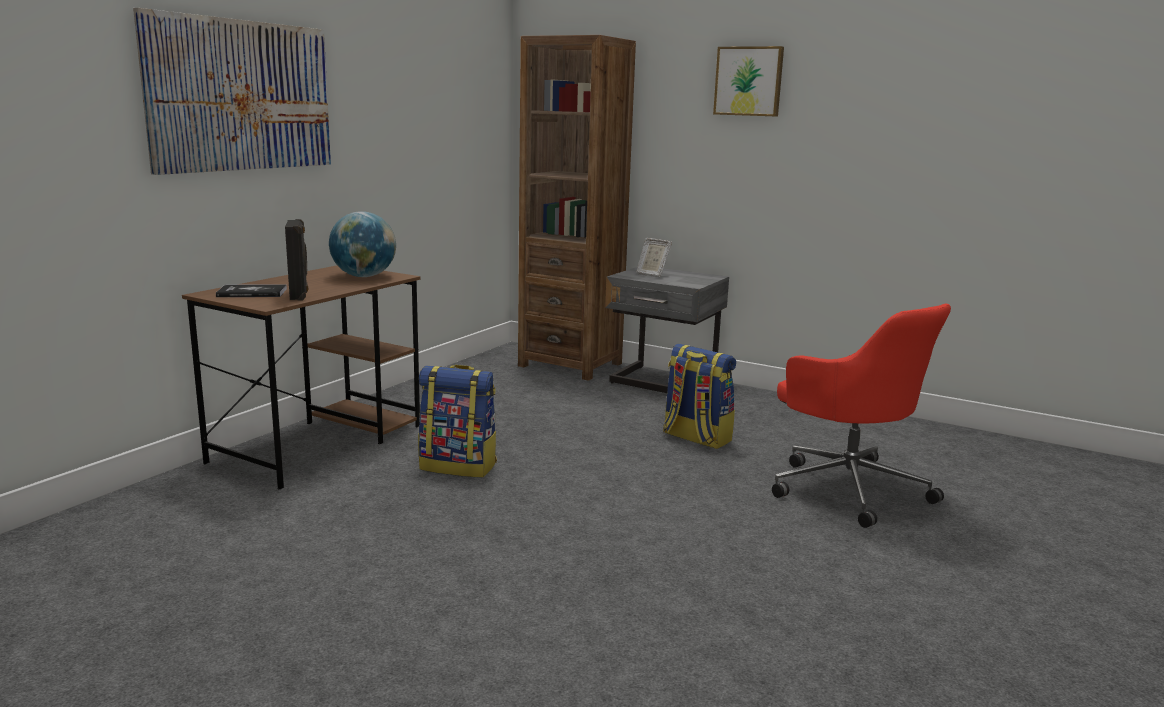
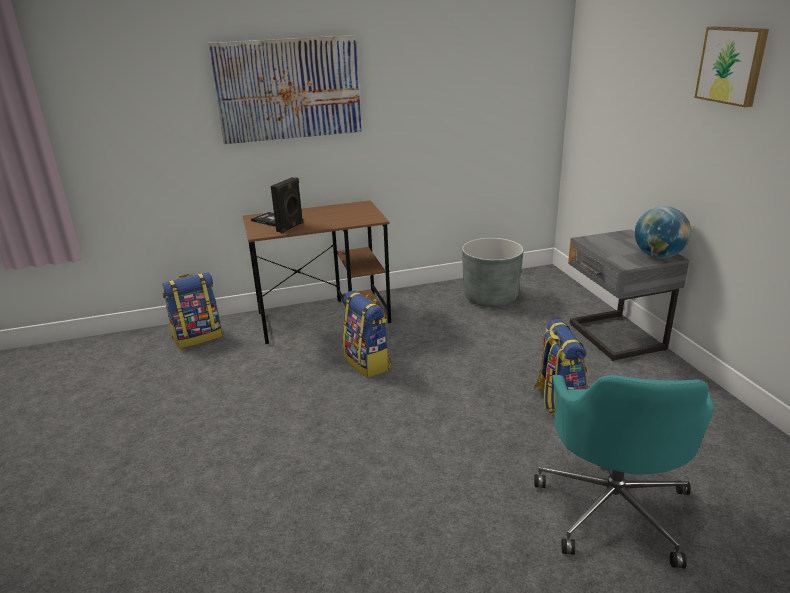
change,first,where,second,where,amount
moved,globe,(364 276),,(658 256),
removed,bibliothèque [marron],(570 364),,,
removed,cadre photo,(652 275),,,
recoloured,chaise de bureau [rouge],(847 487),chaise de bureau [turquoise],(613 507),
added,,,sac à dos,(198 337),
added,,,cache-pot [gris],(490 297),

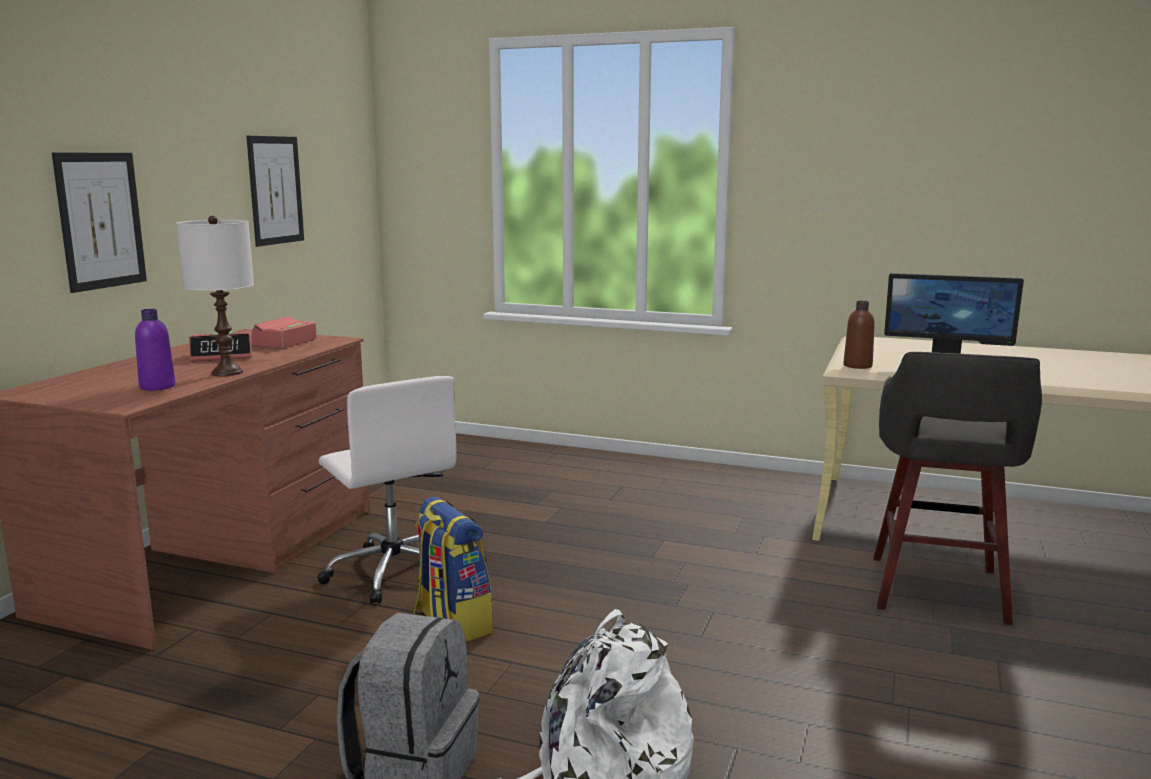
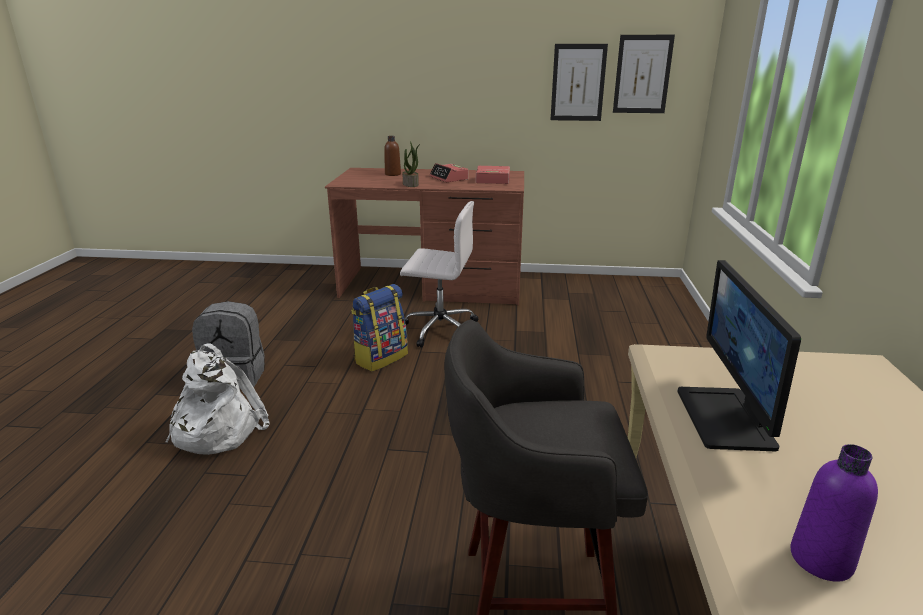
change,first,where,second,where,amount
moved,tableau,(101 220),,(642 74),
moved,bouteille [violet],(157 387),,(821 559),
replaced,lampe de table [blanc],(227 372),plante en pot,(411 184),
turned,chaise de bureau [blanc],(393 571),,(439 329),120 degrees counterclockwise
moved,bouteille [marron],(857 366),,(393 174),

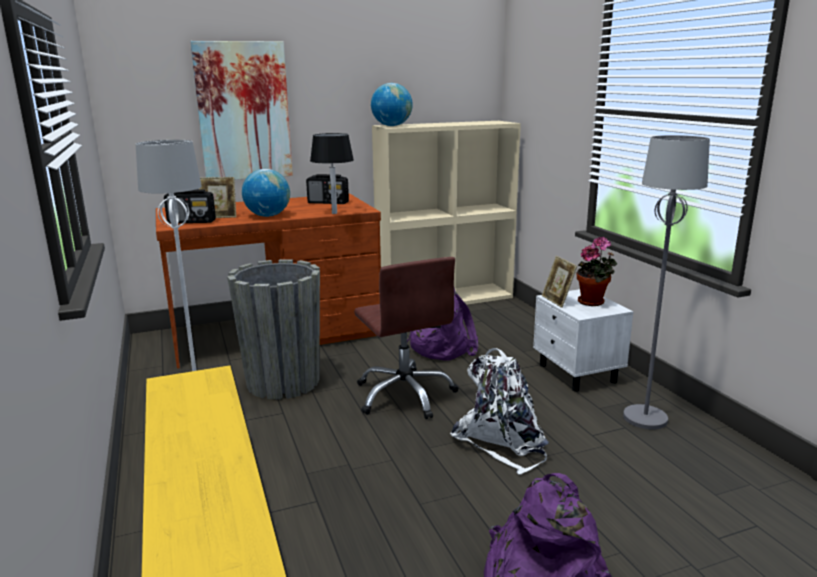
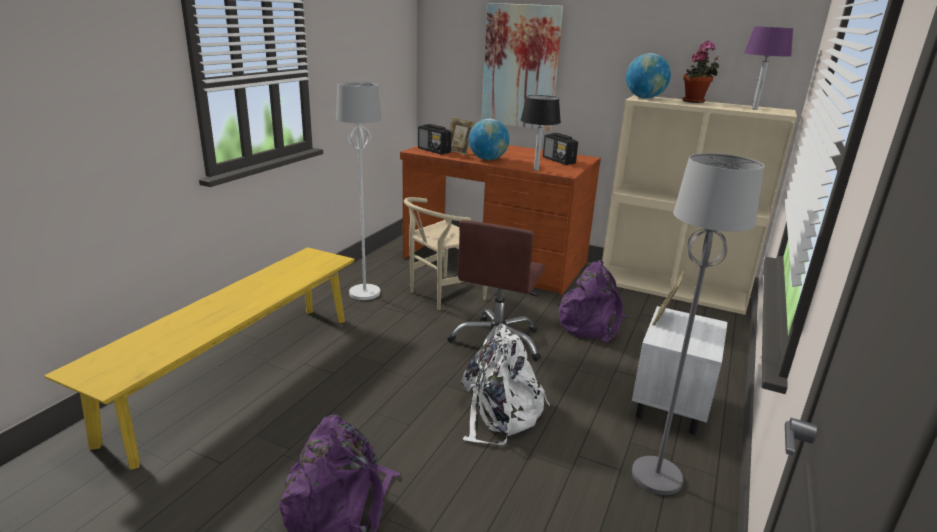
change,first,where,second,where,amount
replaced,cache-pot [gris],(283 382),chaise [beige],(440 295),
moved,plante en pot,(593 302),,(695 101),
added,,,lampe de table [violet],(754 109),

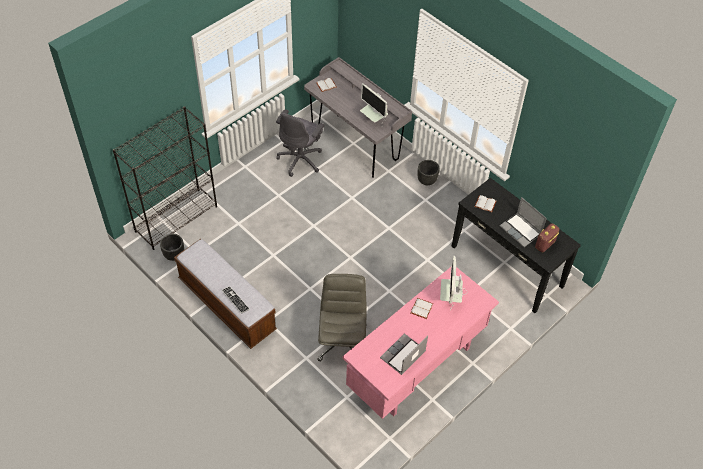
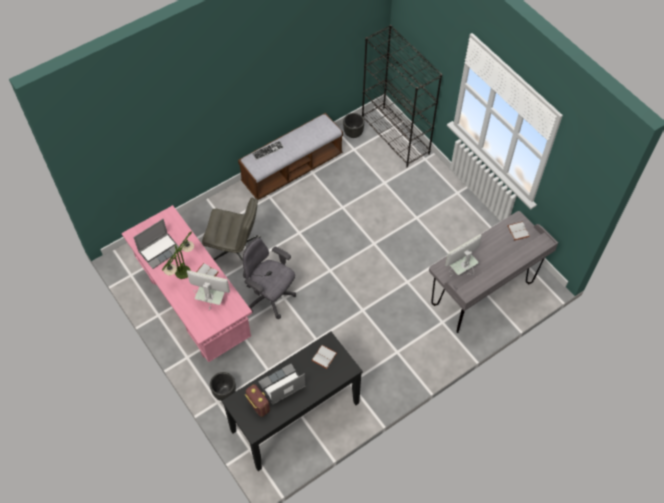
change,first,where,second,where,amount
moved,chaise de bureau [gris],(301 160),,(270 298),
turned,ordinateur portable,(403 355),,(160 250),90 degrees clockwise
moved,cache-pot [noir],(427 181),,(224 393),
added,,,lampe de table,(183 272),

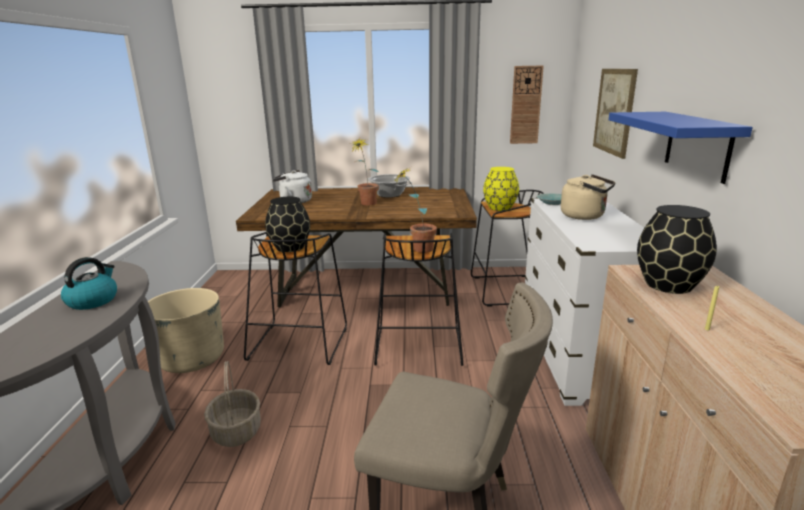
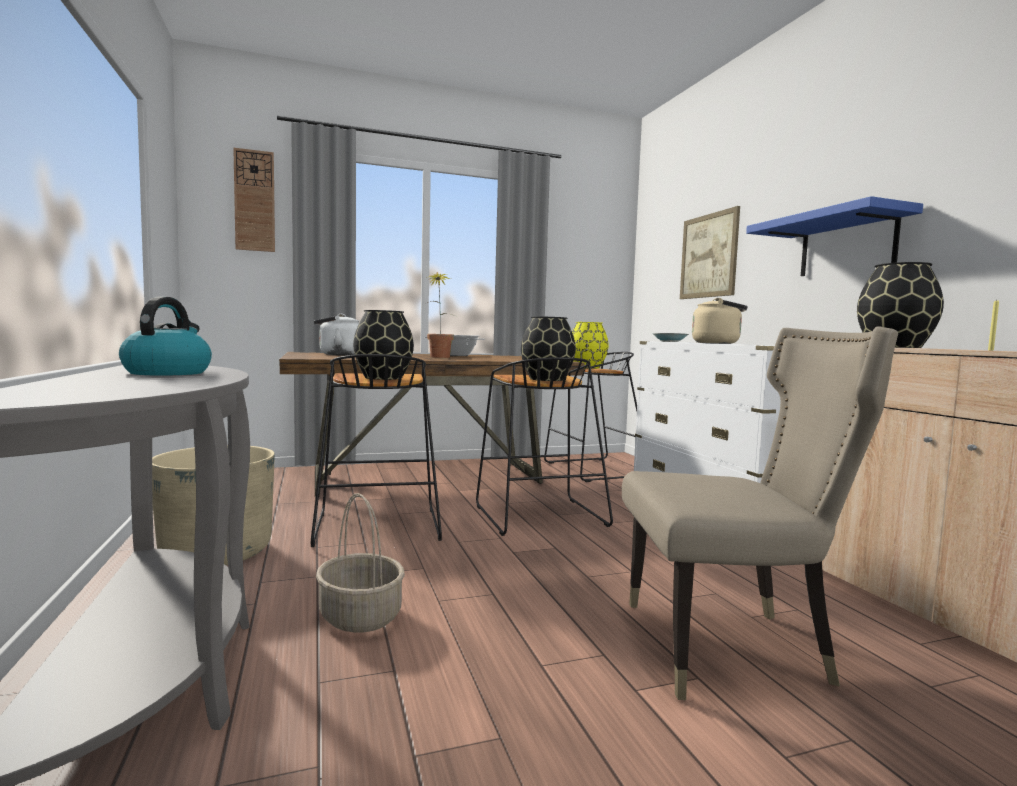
change,first,where,second,where,amount
replaced,plante en pot,(417 249),vase [noir],(547 379),
moved,horloge murale,(526 105),,(254 201),

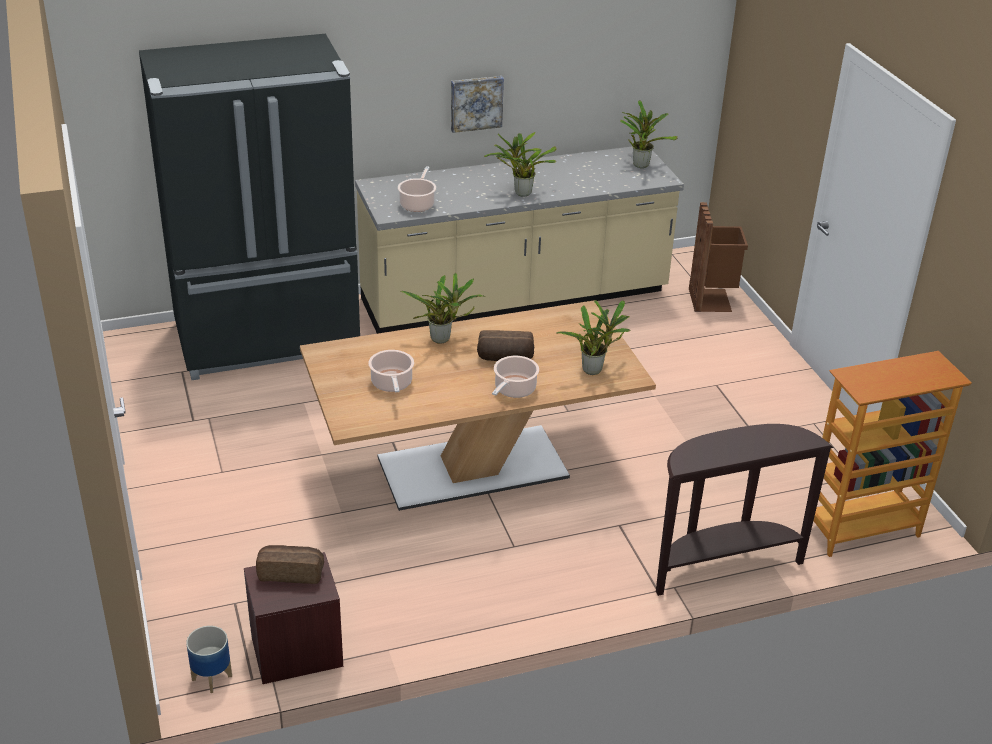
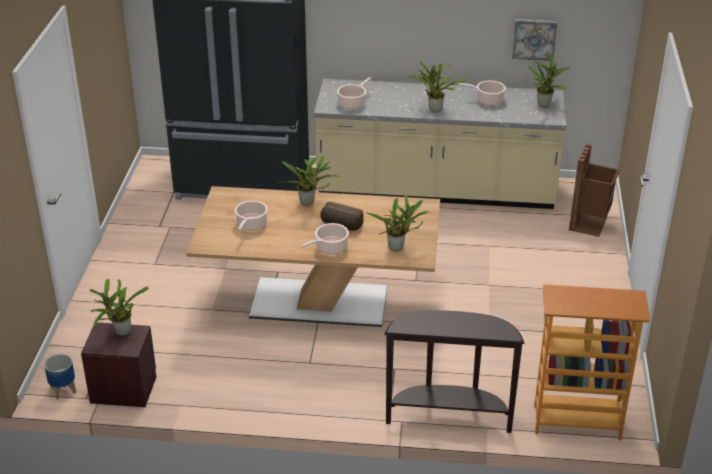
change,first,where,second,where,amount
replaced,pain,(291 572),plante en pot,(120 332),
moved,tableau,(476 103),,(534 39),
added,,,marmite,(487 100),

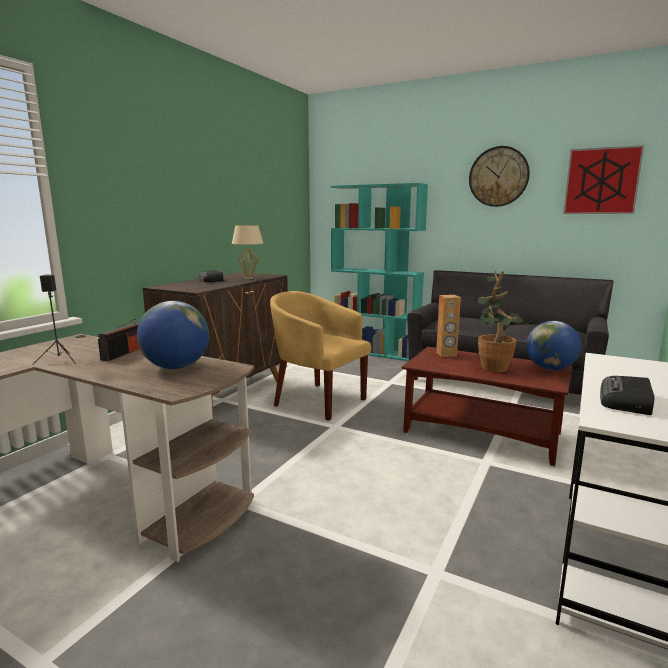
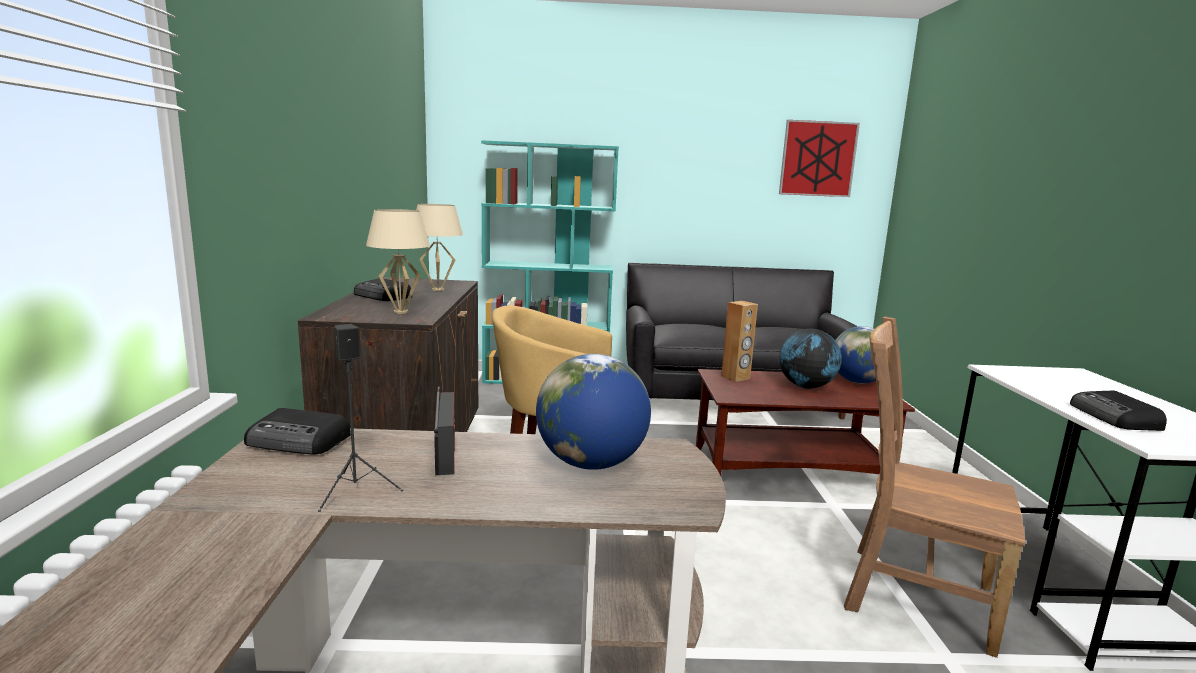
change,first,where,second,where,amount
removed,horloge murale,(498 176),,,
replaced,plante en pot,(494 366),globe,(806 387),
added,,,radio,(299 441),
added,,,lampe de table [beige],(401 312),
added,,,chaise [marron],(911 594),

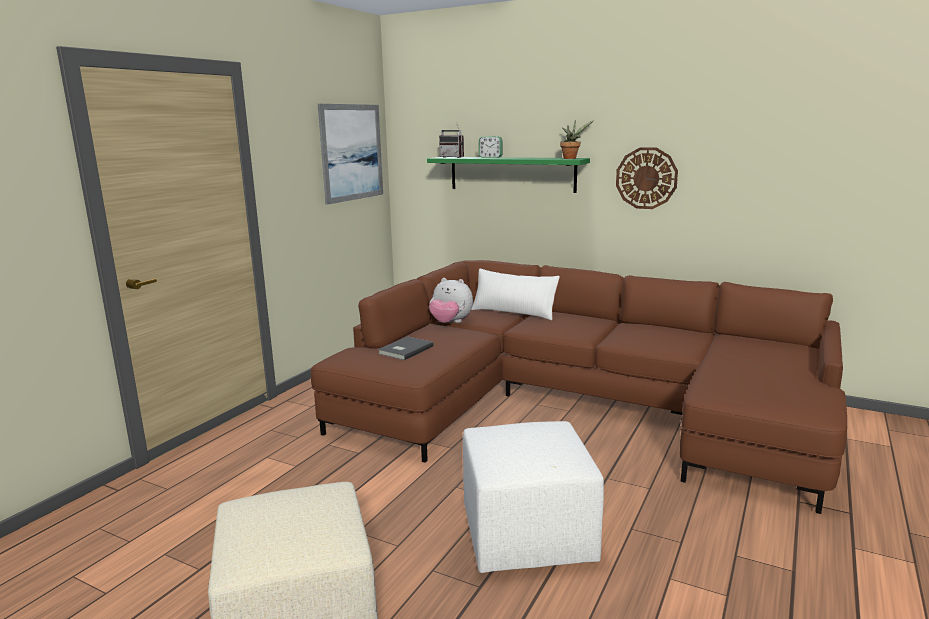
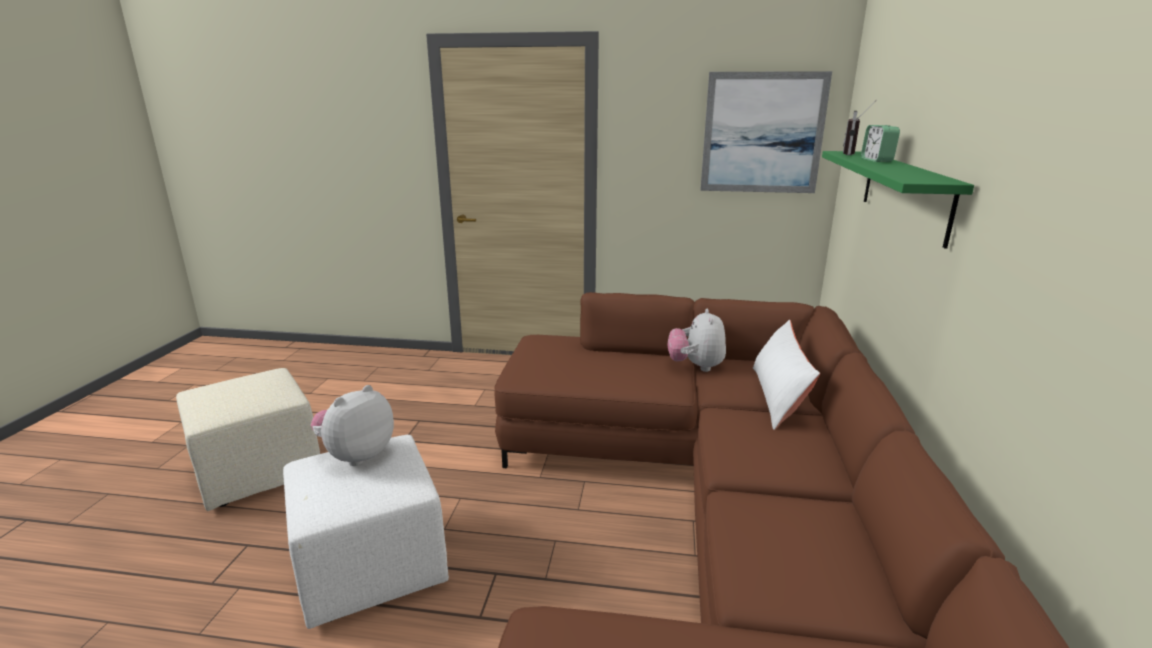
change,first,where,second,where,amount
removed,livre [gris],(404 350),,,
removed,plante en pot,(571 158),,,
removed,horloge murale,(646 178),,,
added,,,peluche,(357 455),

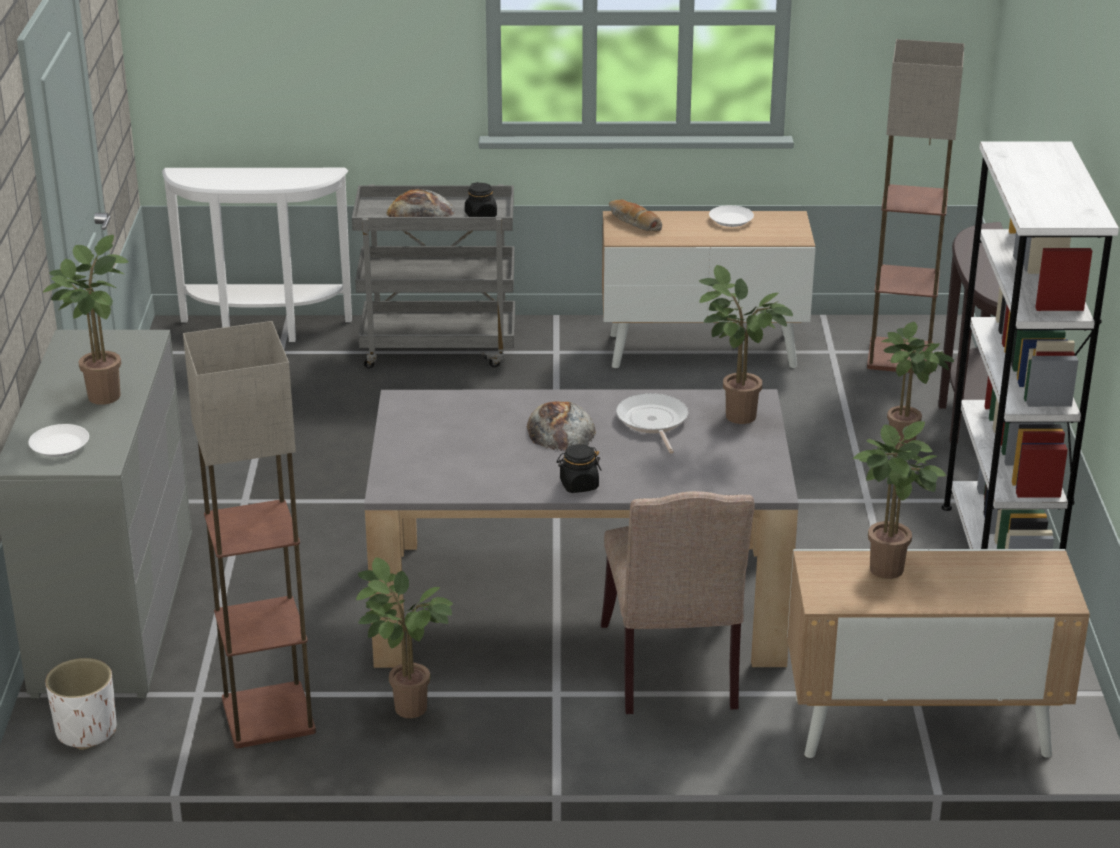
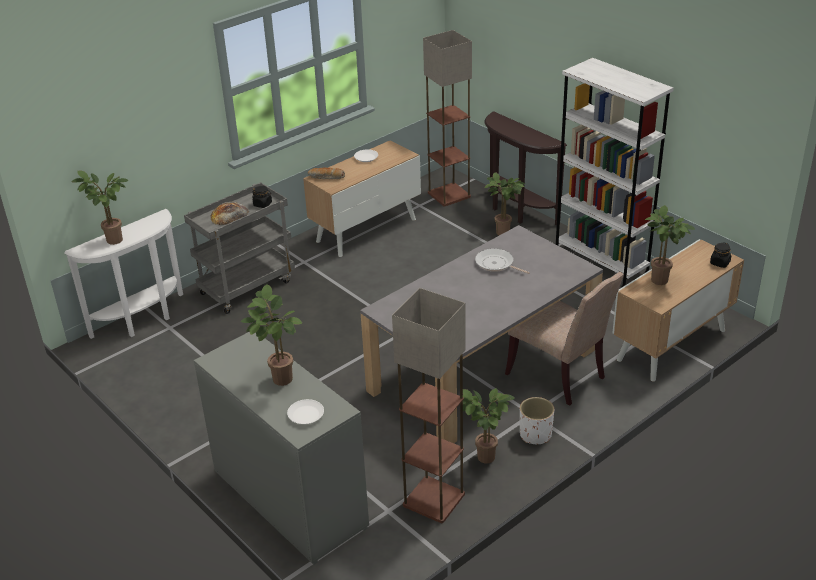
change,first,where,second,where,amount
moved,cache-pot [blanc],(86 731),,(535 435),
removed,pain,(560 429),,,
moved,bocal [noir],(579 485),,(720 263),
moved,plante en pot,(735 416),,(112 241),

